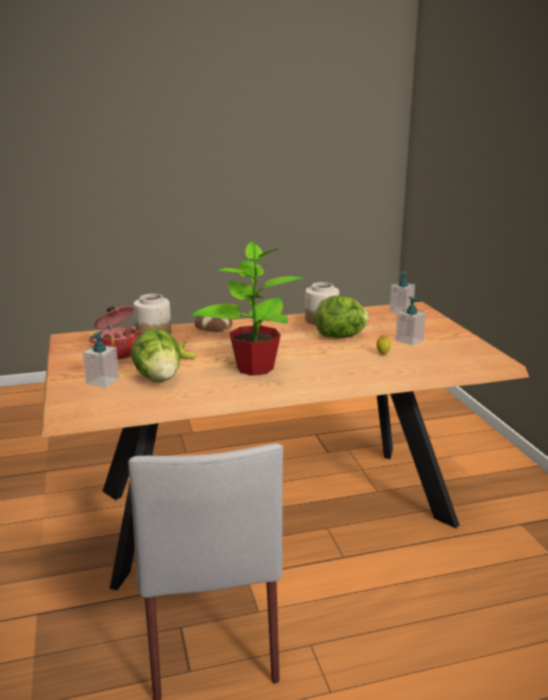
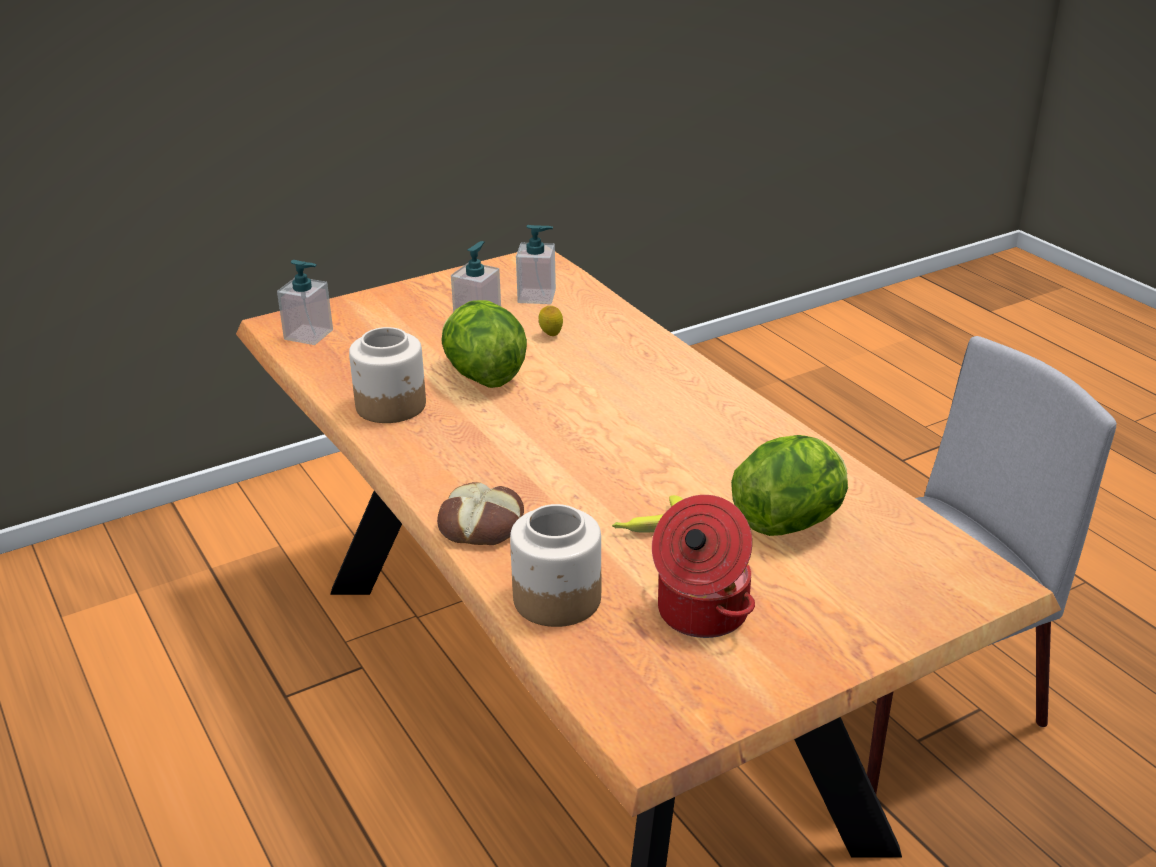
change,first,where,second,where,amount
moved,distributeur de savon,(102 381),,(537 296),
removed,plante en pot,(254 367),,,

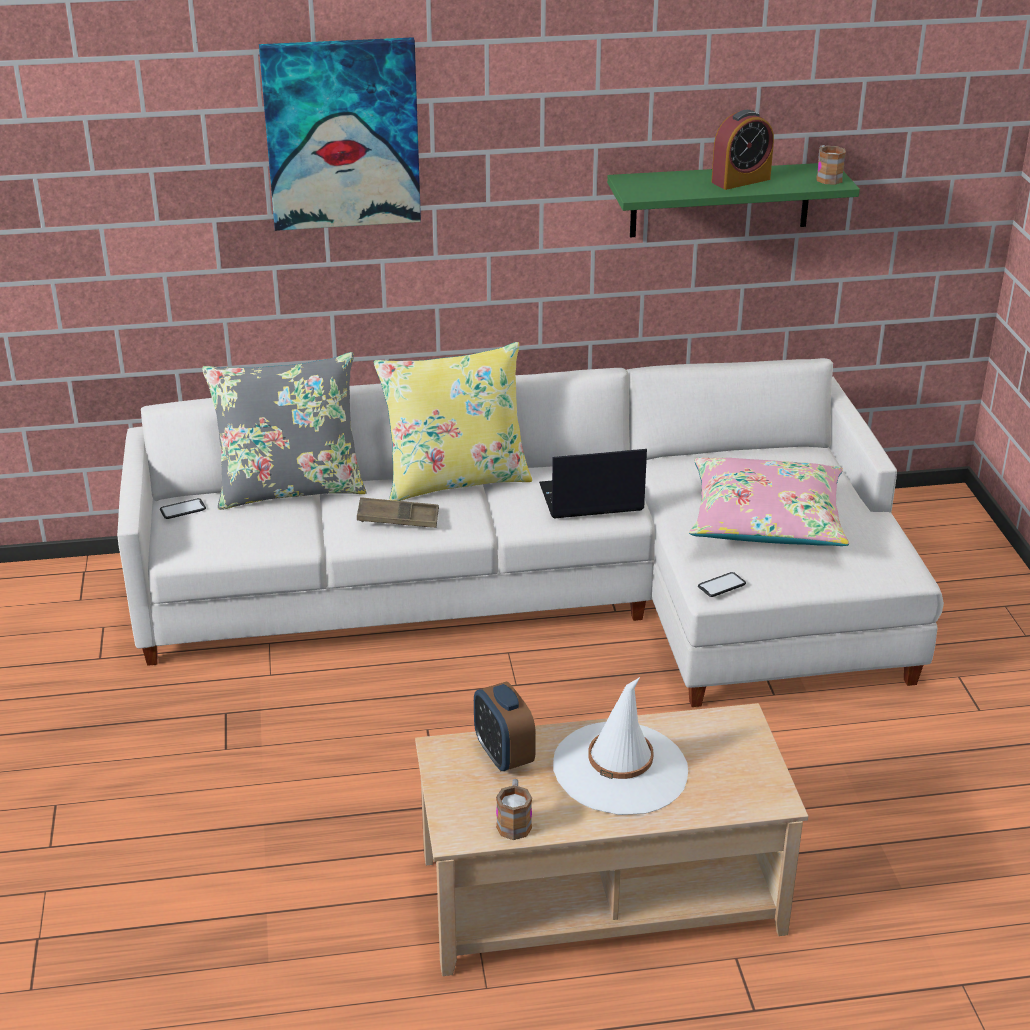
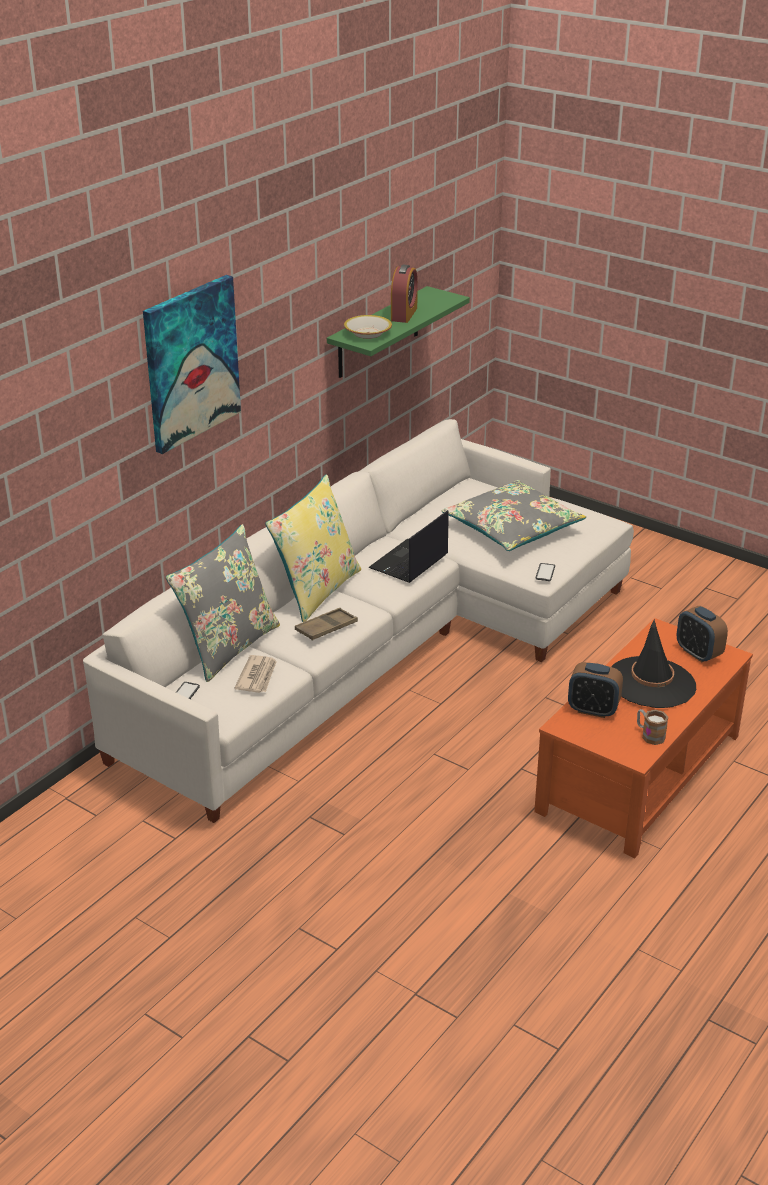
change,first,where,second,where,amount
recoloured,table basse [beige],(601 890),table basse [orange],(638 772),
recoloured,chapeau [blanc],(620 769),chapeau [noir],(651 683),
recoloured,coussin [rose],(766 520),coussin [gris],(512 528),
removed,mug,(826 177),,,
added,,,journal,(257 676),
added,,,bol,(368 333),
added,,,réveil,(698 653),

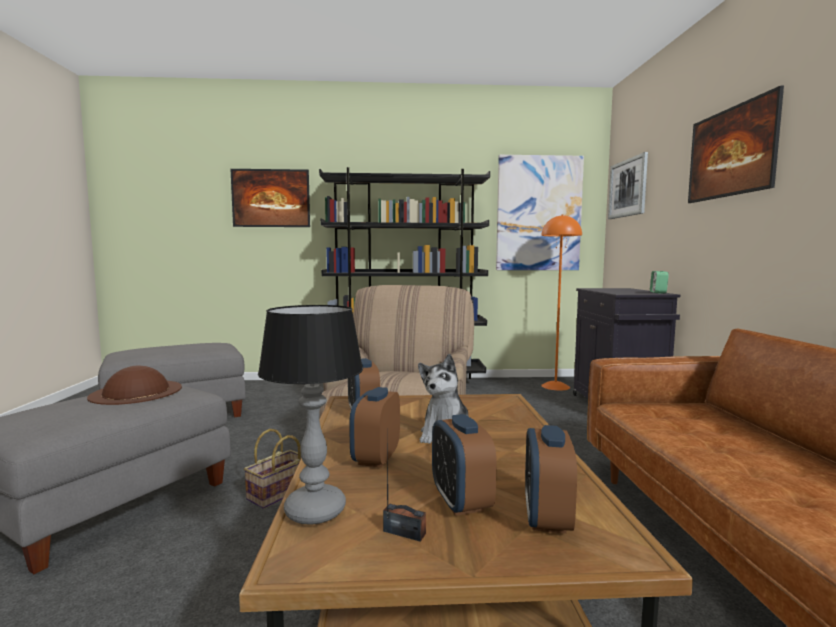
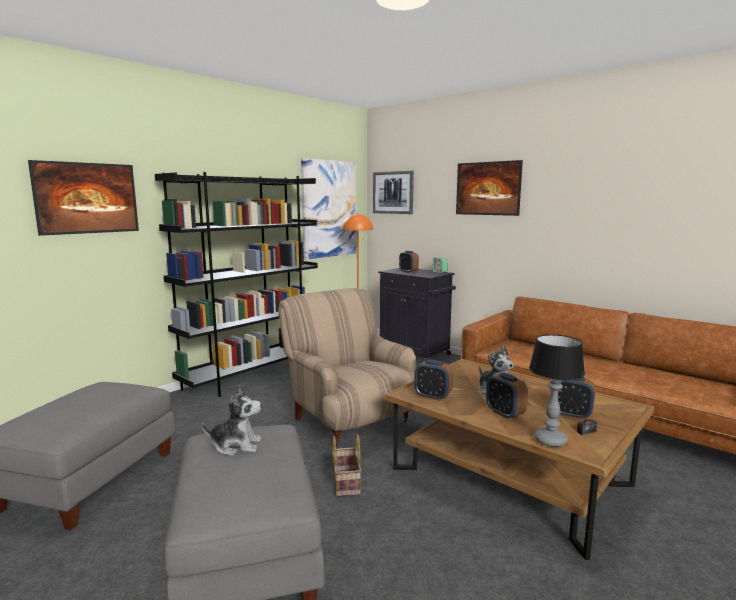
change,first,where,second,where,amount
replaced,chapeau [marron],(136 392),peluche,(236 445),
moved,réveil,(546 518),,(408 272),

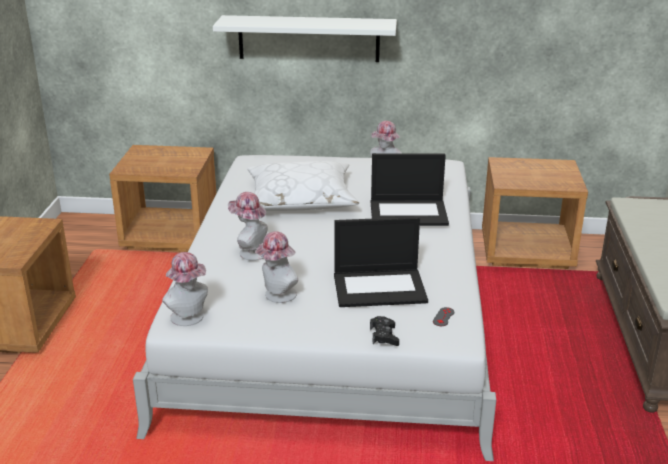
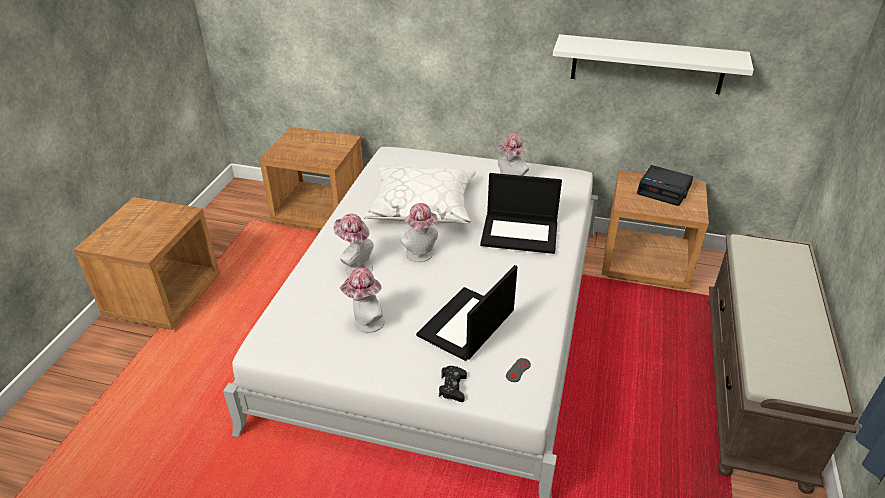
change,first,where,second,where,amount
moved,chapeau,(189 318),,(421 255),
moved,étagère [blanc],(308 38),,(647 64),
turned,ordinateur portable,(380 287),,(466 325),120 degrees clockwise
added,,,réveil,(664 190),

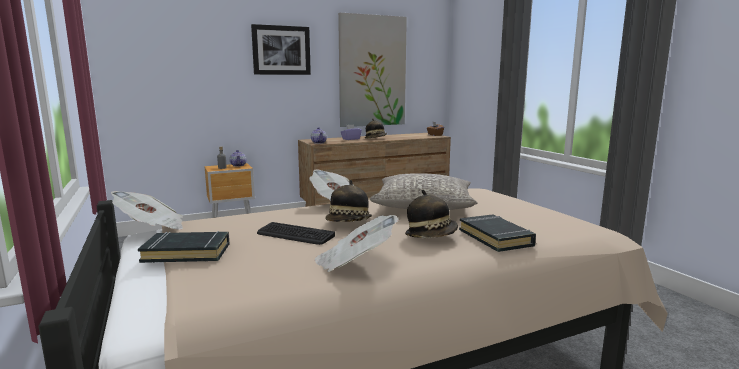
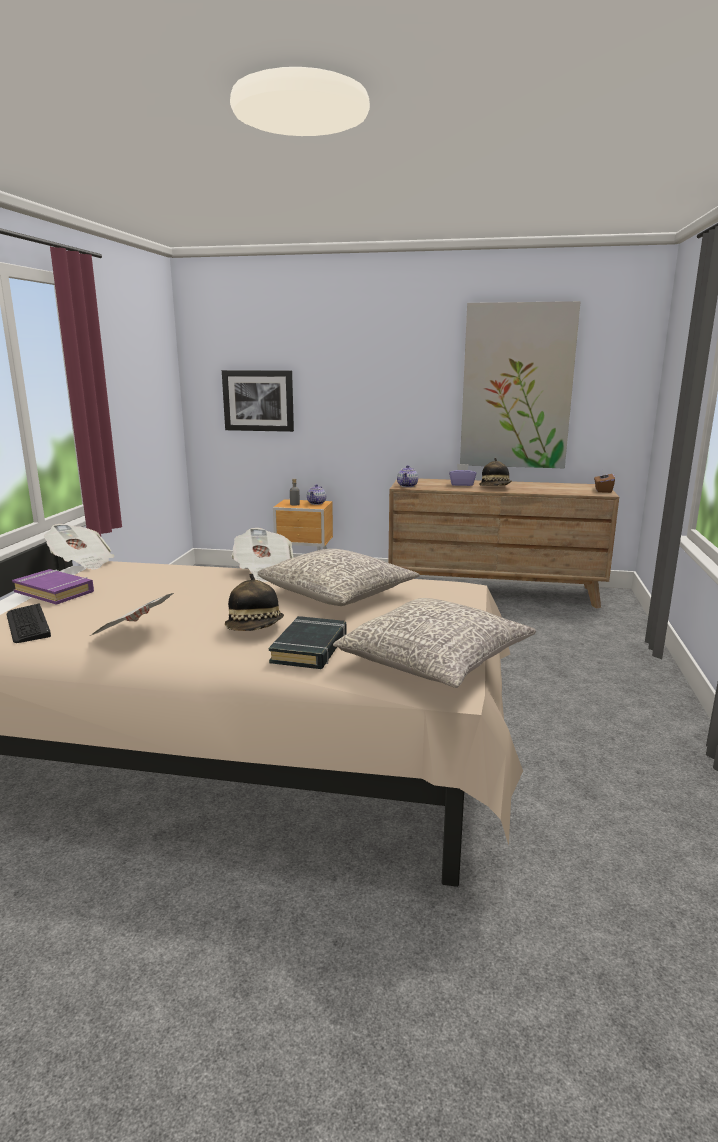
change,first,where,second,where,amount
recoloured,livre [noir],(187 252),livre [violet],(54 592),
moved,tableau,(281 50),,(258 400),
moved,clavier,(295 235),,(27 624),
removed,chapeau,(349 223),,,
added,,,coussin [gris],(435 661),

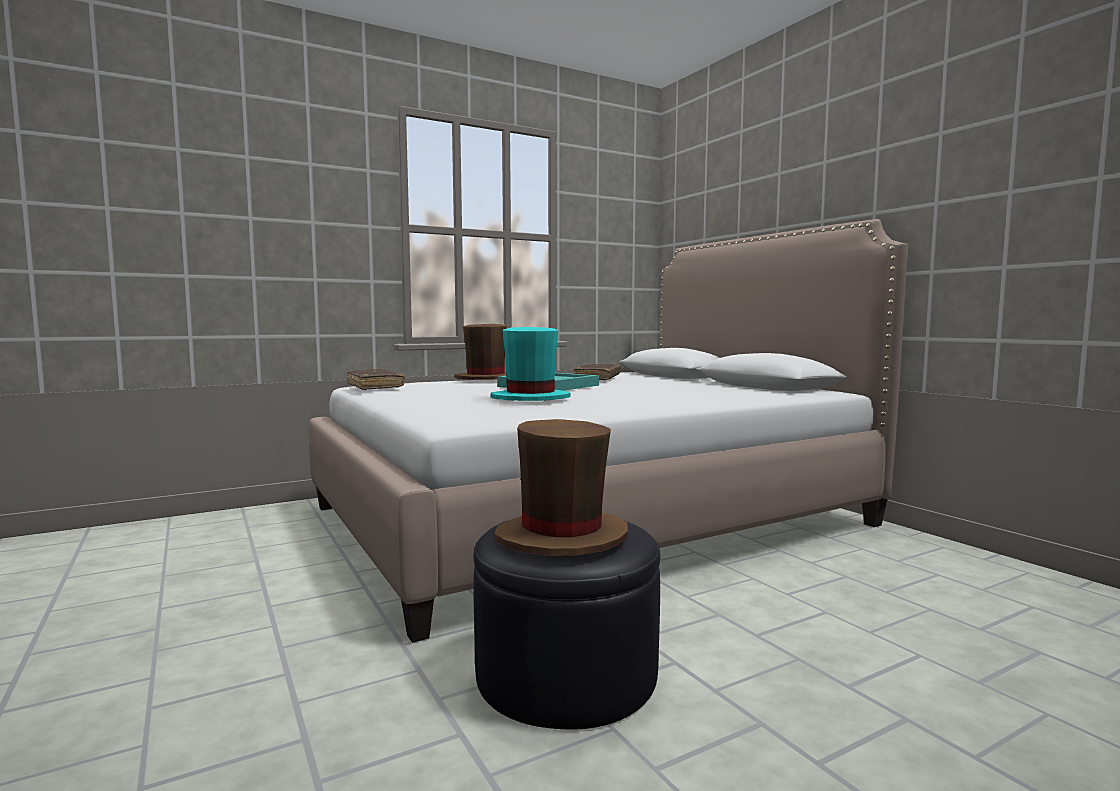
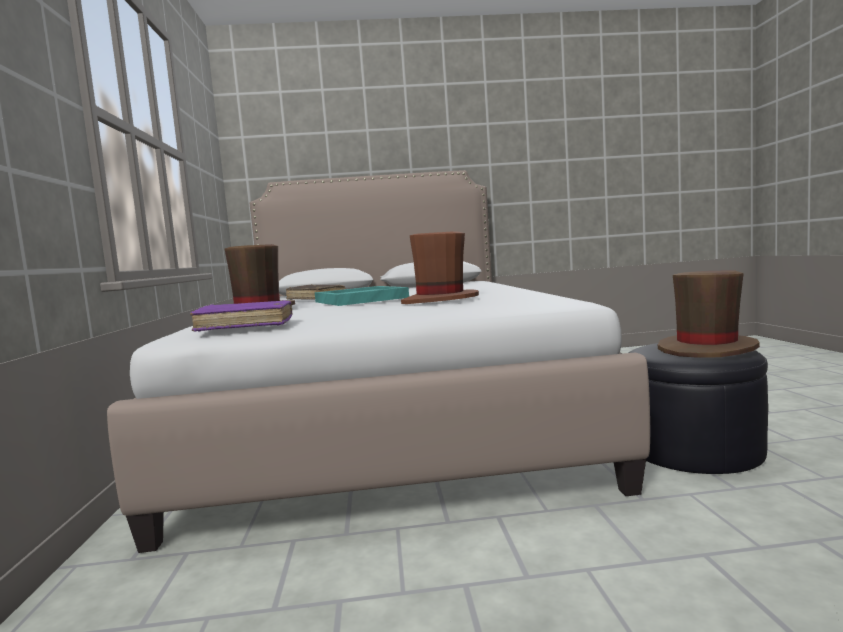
change,first,where,second,where,amount
recoloured,livre [marron],(375 386),livre [violet],(245 325),
recoloured,chapeau [turquoise],(530 399),chapeau [marron],(440 300),

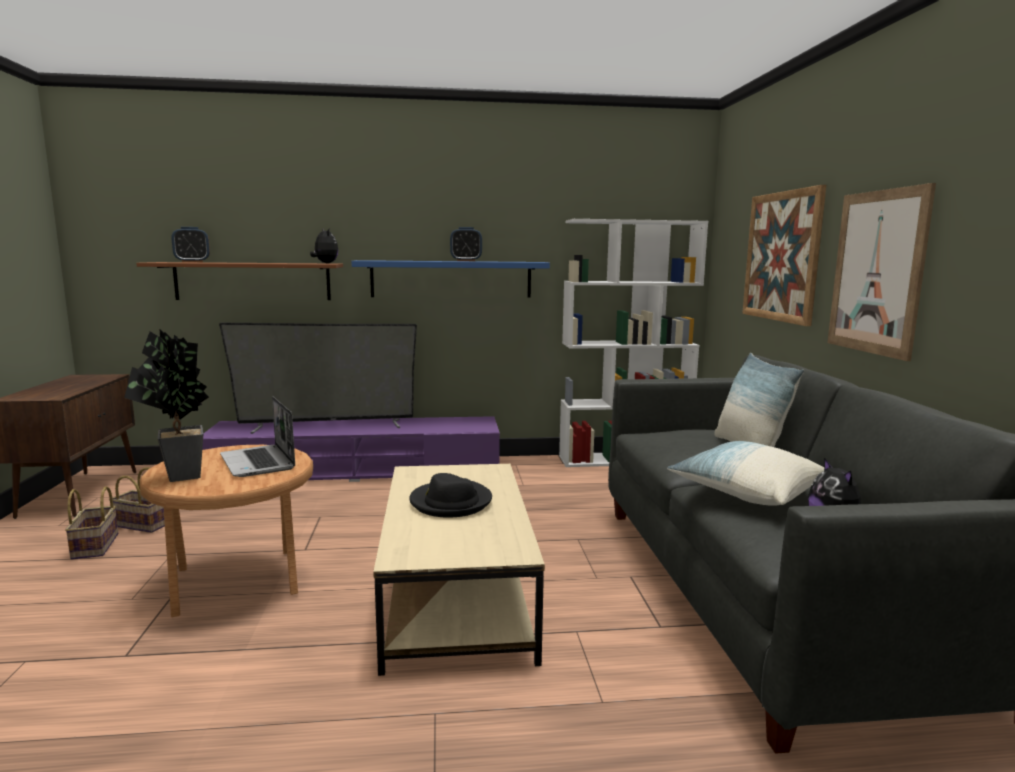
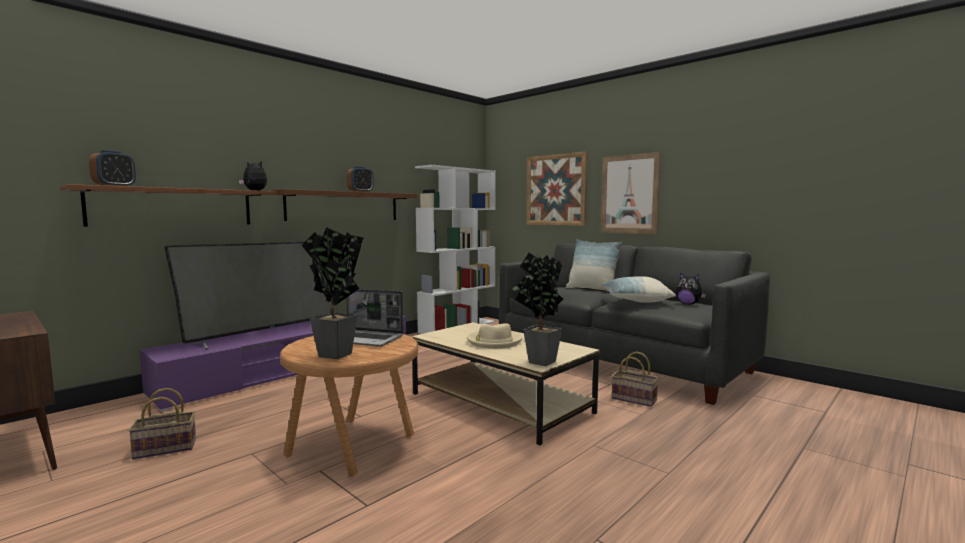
change,first,where,second,where,amount
moved,panier,(96 546),,(635 399),
recoloured,étagère [bleu],(451 279),étagère [marron],(344 206),
recoloured,chapeau [noir],(451 502),chapeau [beige],(494 341),
added,,,plante en pot,(537 362),

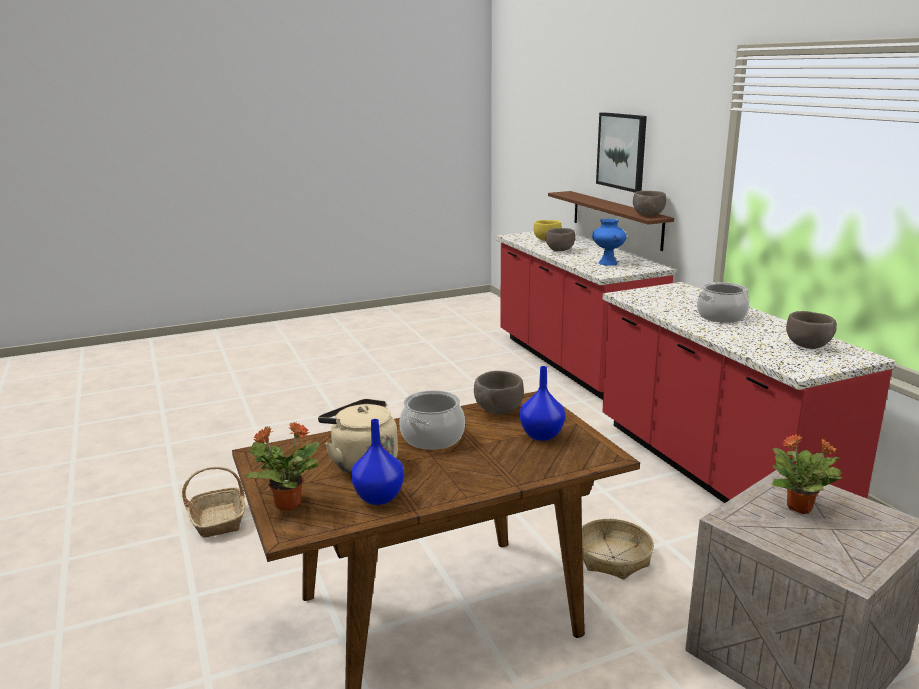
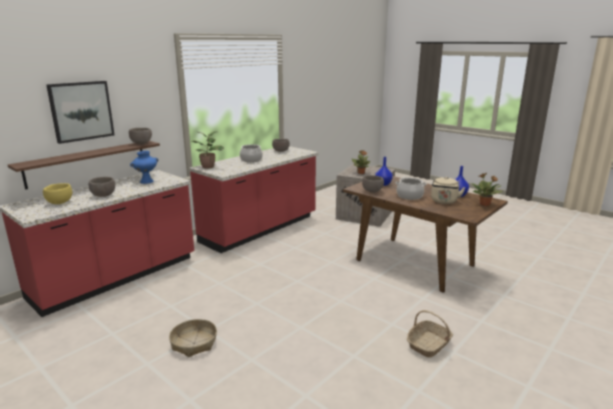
change,first,where,second,where,amount
moved,panier,(613 557),,(194 343),
added,,,plante en pot,(208 166),

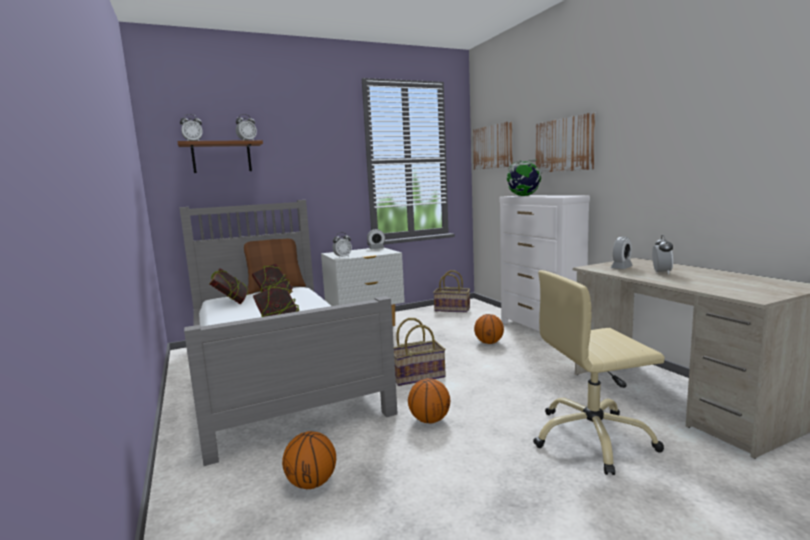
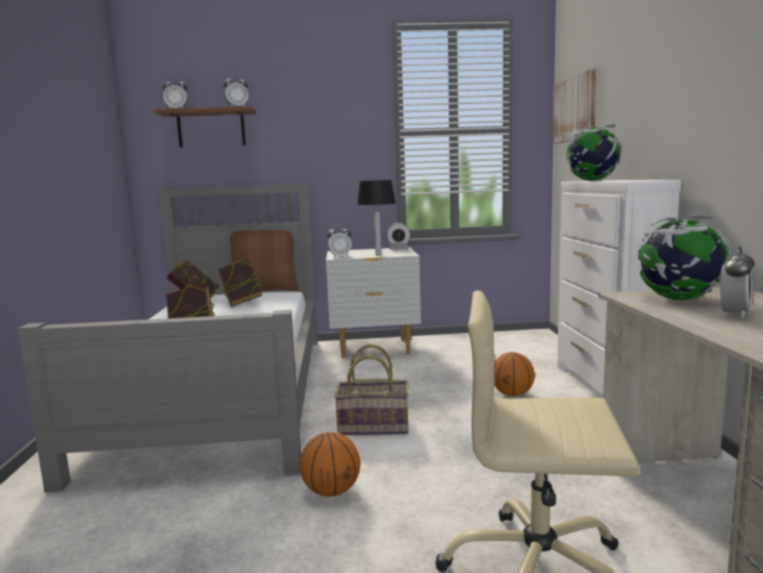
change,first,where,second,where,amount
removed,ballon de basket,(311 483),,,
removed,panier,(452 309),,,
removed,tableau,(564 145),,,
replaced,réveil,(621 267),globe,(678 299),
added,,,lampe de table,(378 255),

